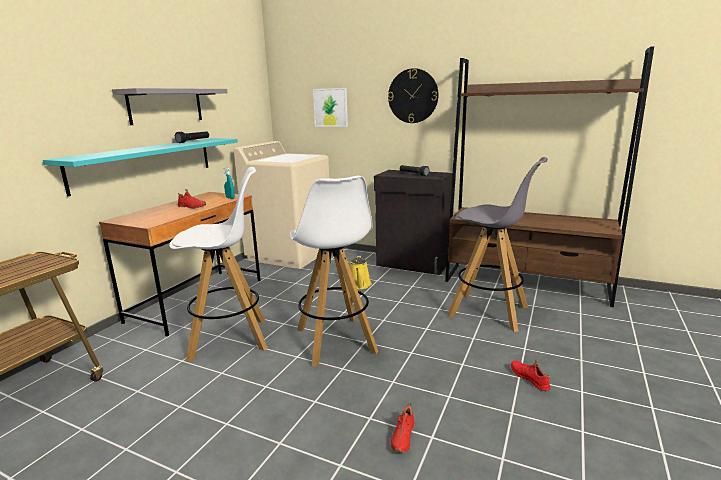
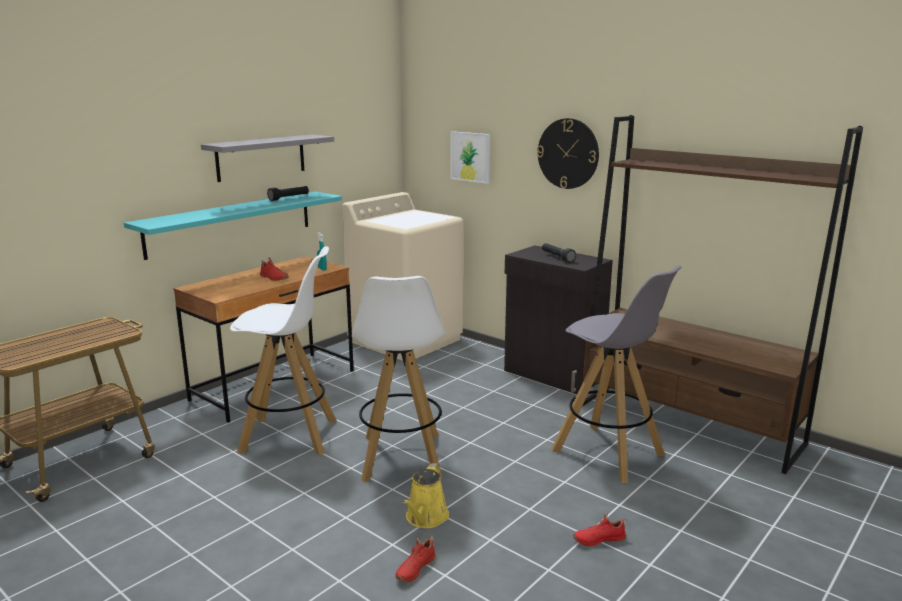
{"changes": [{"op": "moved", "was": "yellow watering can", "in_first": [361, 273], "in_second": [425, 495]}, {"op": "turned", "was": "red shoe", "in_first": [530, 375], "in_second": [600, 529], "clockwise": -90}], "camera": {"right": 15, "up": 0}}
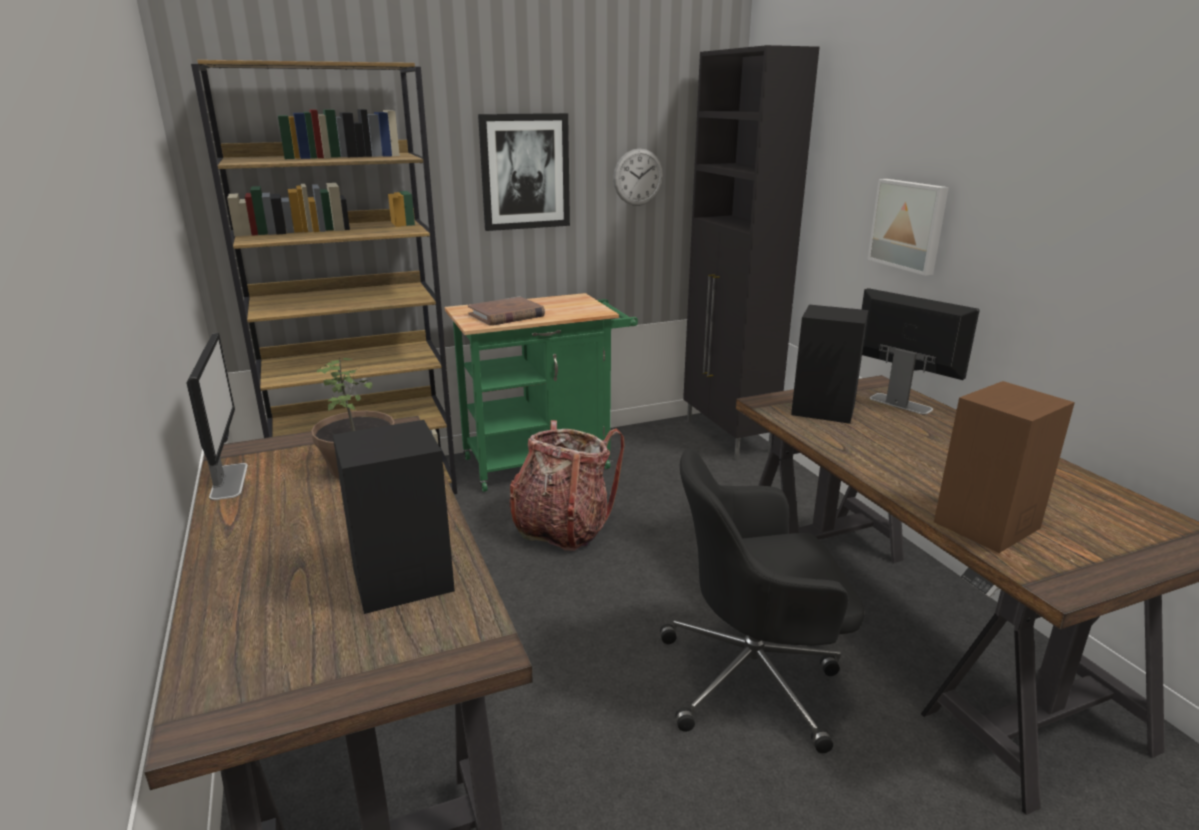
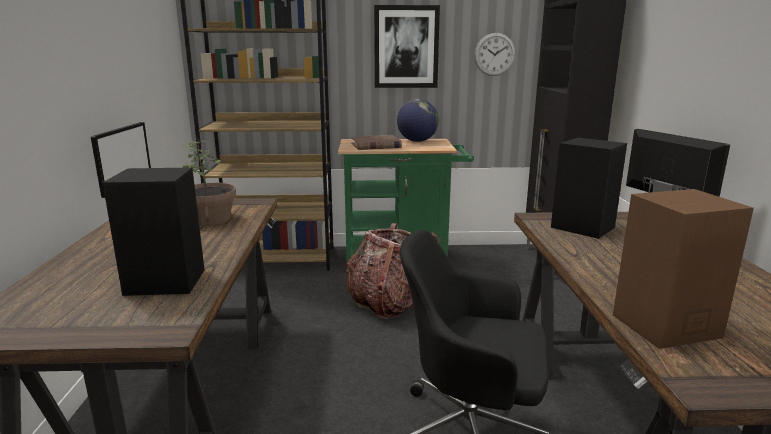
{"changes": [{"op": "removed", "was": "picture", "in_first": [908, 227]}, {"op": "added", "now": "globe", "in_second": [418, 120]}], "camera": {"right": 20, "up": -5}}
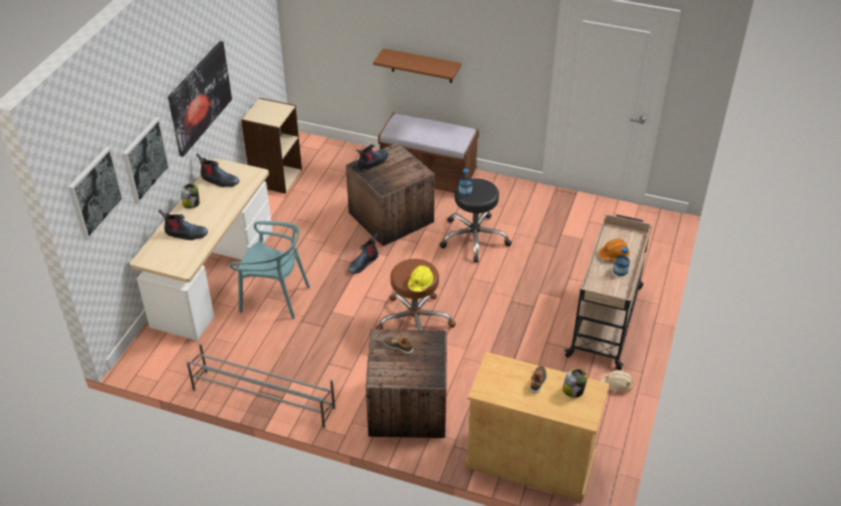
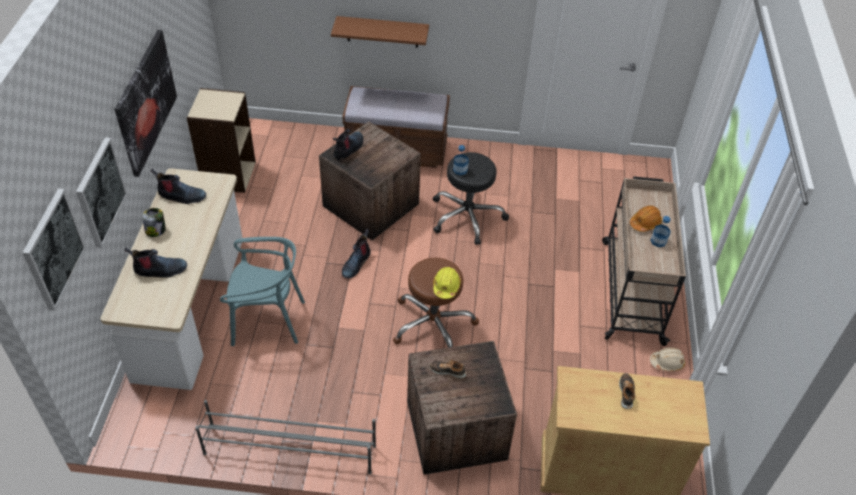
{"changes": [{"op": "removed", "was": "jar", "in_first": [575, 383]}], "camera": {"right": -15, "up": 5}}
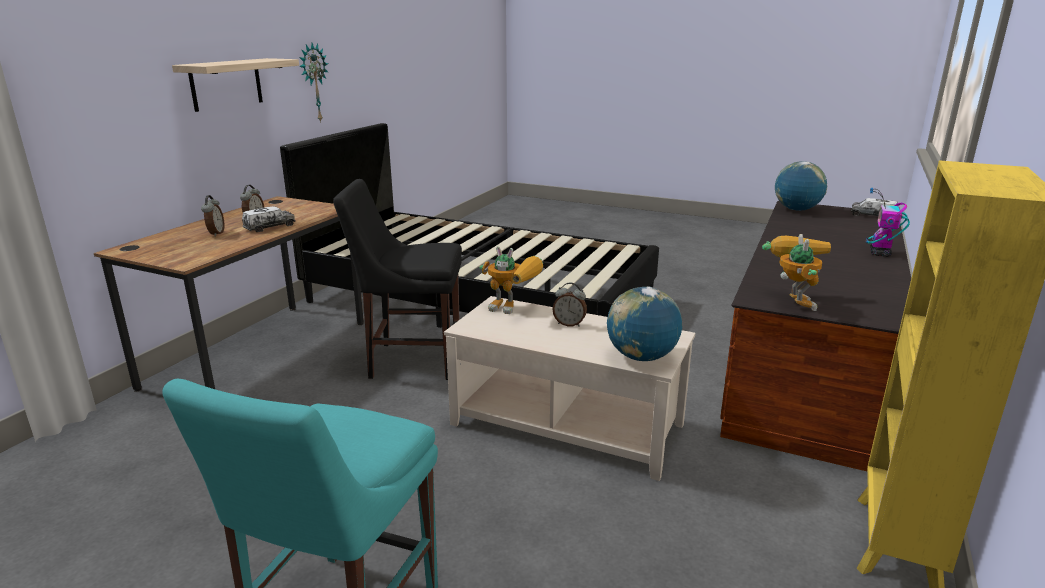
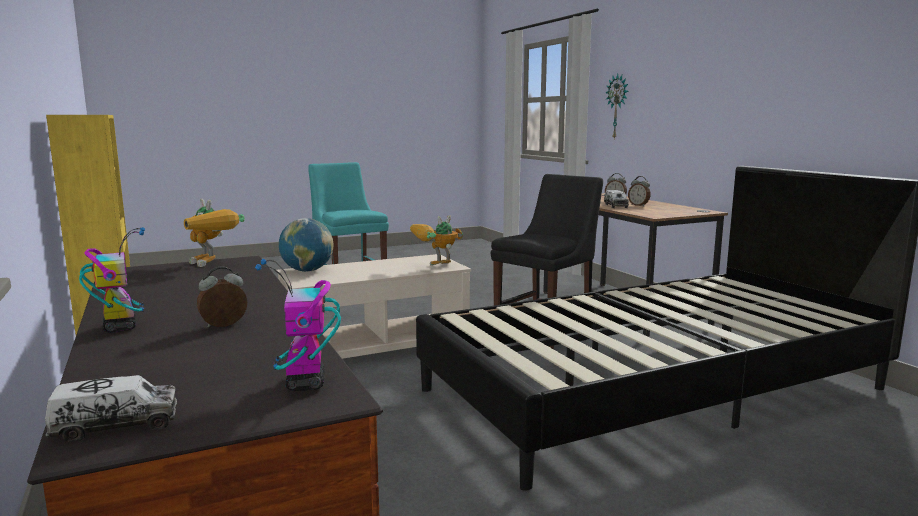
{"changes": [{"op": "removed", "was": "shelf", "in_first": [235, 85]}, {"op": "moved", "was": "wall clock", "in_first": [313, 83], "in_second": [616, 106]}, {"op": "moved", "was": "alarm clock", "in_first": [569, 305], "in_second": [222, 296]}, {"op": "replaced", "was": "globe", "now": "toy robot", "in_first": [801, 186], "in_second": [298, 325]}], "camera": {"right": 130, "up": -10}}
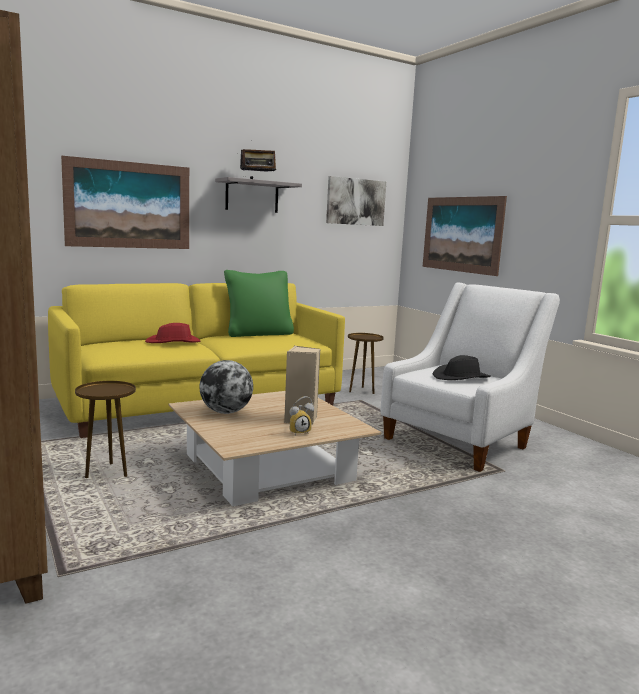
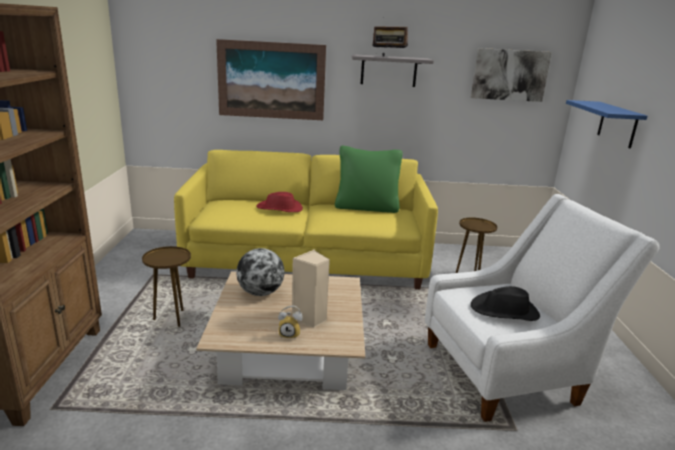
{"changes": [{"op": "replaced", "was": "picture", "now": "blue shelf", "in_first": [465, 236], "in_second": [607, 124]}], "camera": {"right": 30, "up": 10}}
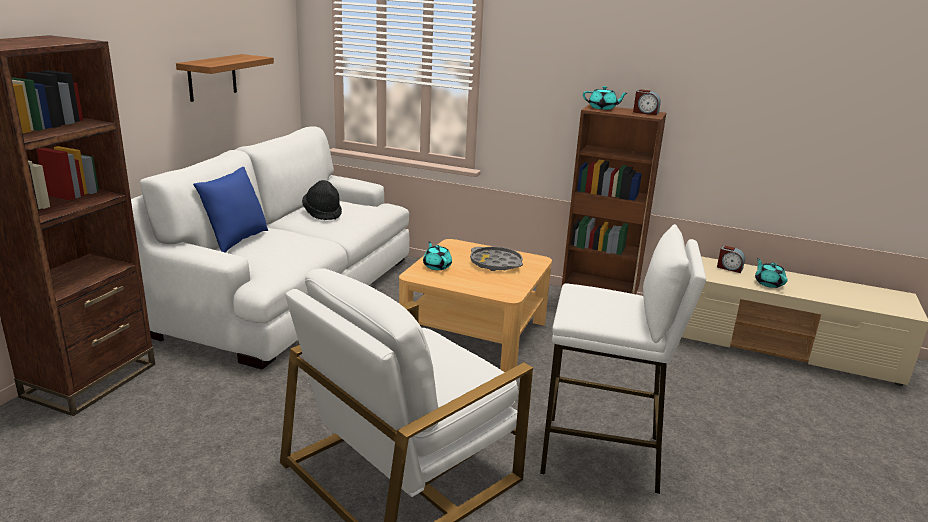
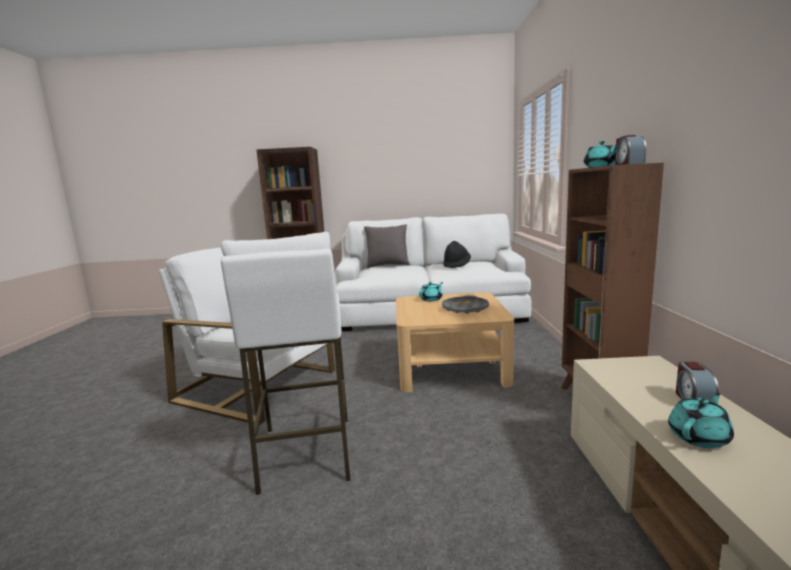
{"changes": [{"op": "removed", "was": "shelf", "in_first": [225, 78]}, {"op": "recoloured", "was": "blue pillow", "now": "grey pillow", "in_first": [230, 210], "in_second": [387, 246]}], "camera": {"right": 70, "up": -10}}
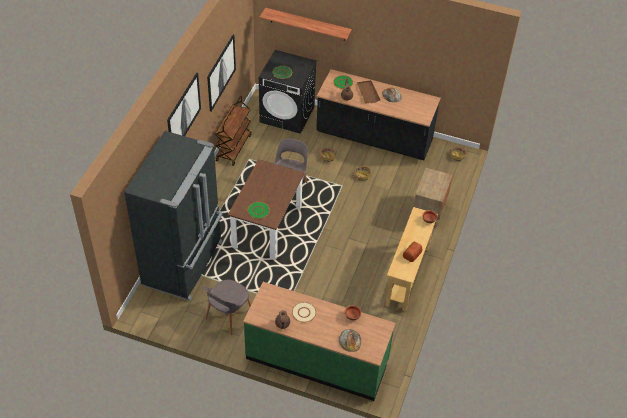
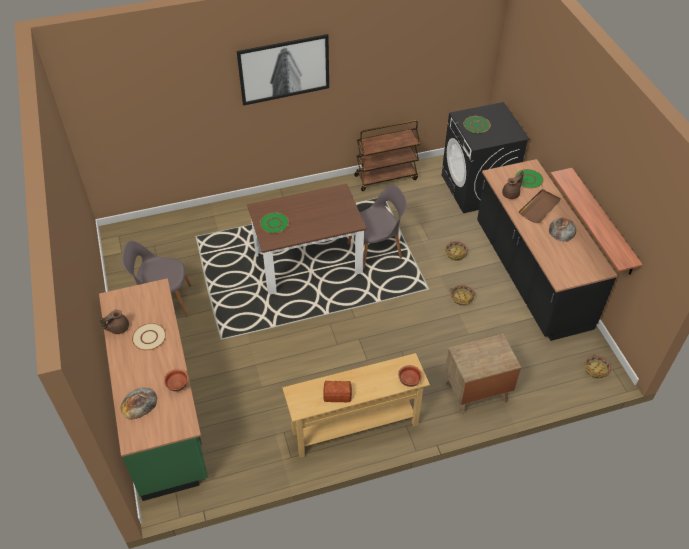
{"changes": [{"op": "removed", "was": "black fridge", "in_first": [173, 216]}, {"op": "removed", "was": "picture", "in_first": [221, 73]}, {"op": "moved", "was": "shelf", "in_first": [305, 24], "in_second": [596, 221]}], "camera": {"right": 55, "up": 0}}
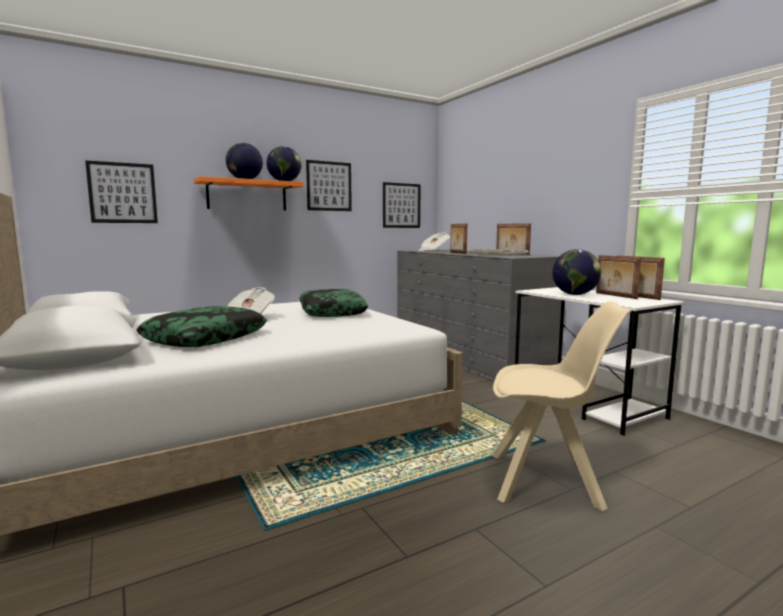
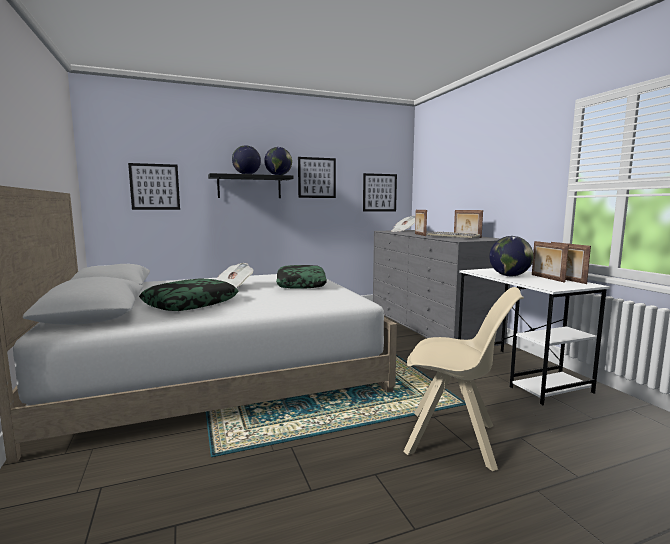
{"changes": [{"op": "recoloured", "was": "orange shelf", "now": "black shelf", "in_first": [249, 193], "in_second": [251, 185]}], "camera": {"right": 10, "up": 0}}
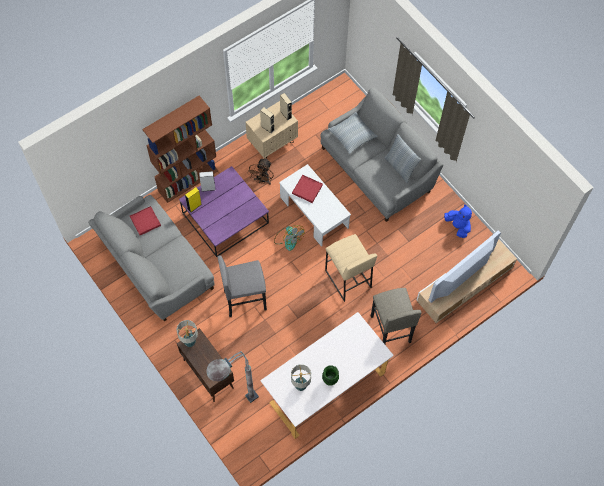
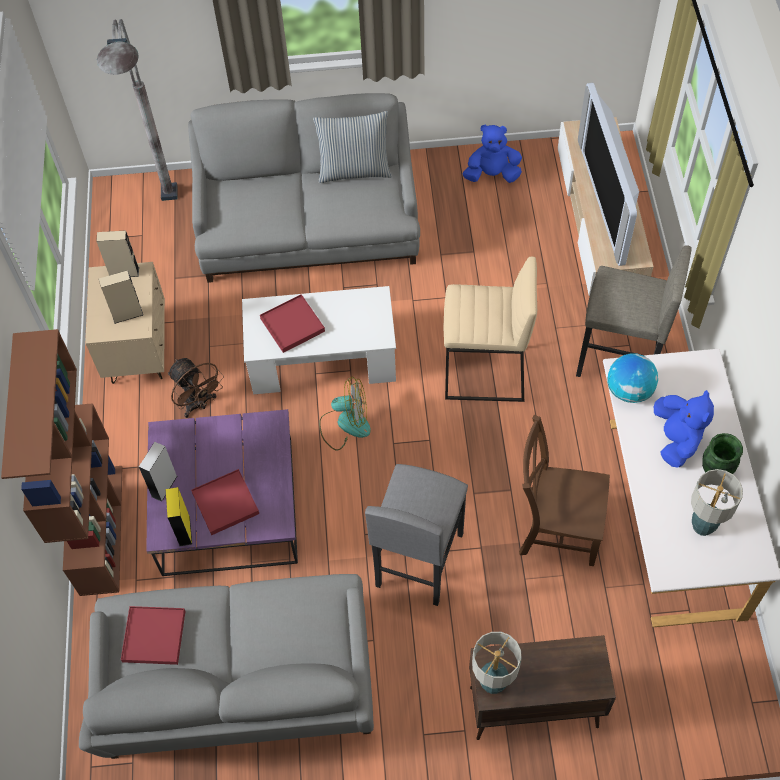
{"changes": [{"op": "moved", "was": "grey floor lamp", "in_first": [232, 377], "in_second": [137, 110]}, {"op": "removed", "was": "pillow", "in_first": [353, 133]}, {"op": "added", "now": "red tray", "in_second": [225, 502]}, {"op": "added", "now": "brown chair", "in_second": [564, 490]}, {"op": "added", "now": "globe", "in_second": [632, 378]}, {"op": "added", "now": "blue plush toy", "in_second": [684, 429]}], "camera": {"right": -55, "up": -5}}
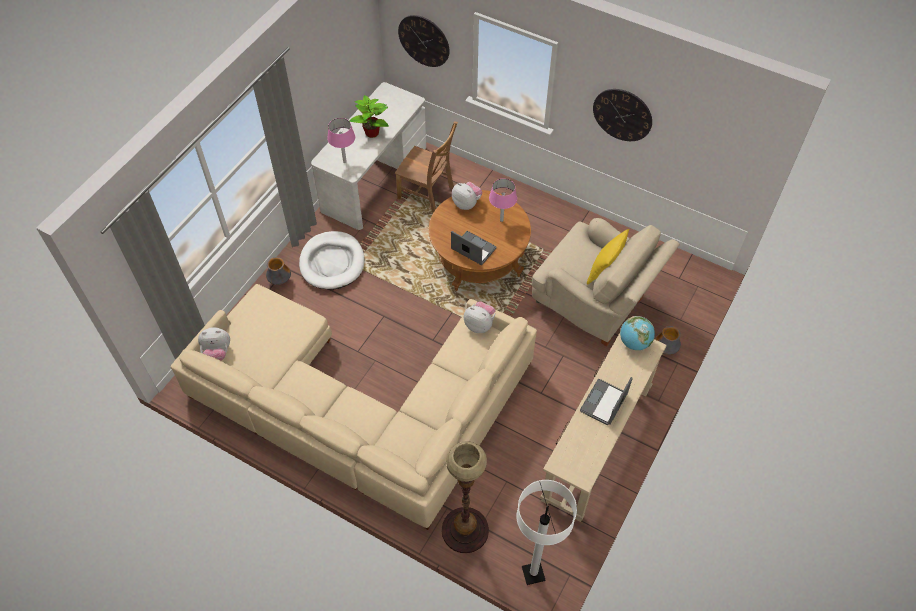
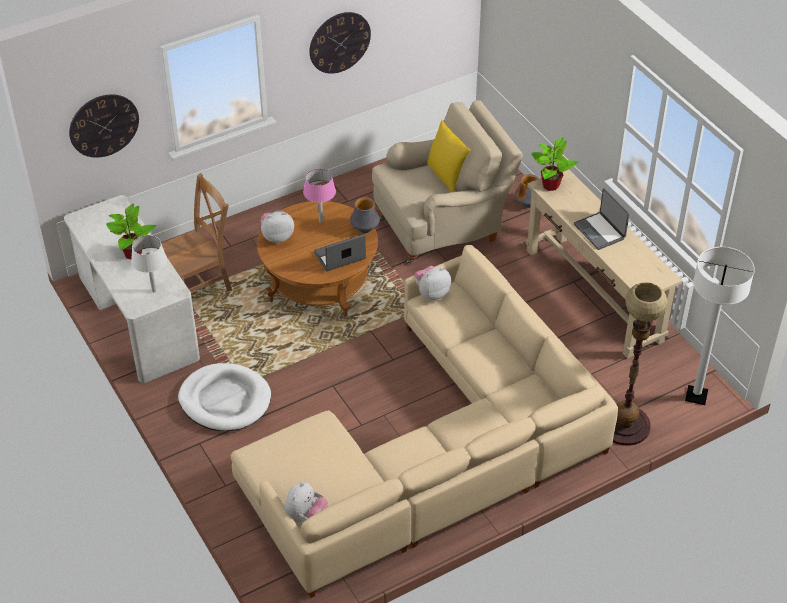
{"changes": [{"op": "moved", "was": "vase", "in_first": [278, 271], "in_second": [365, 215]}, {"op": "recoloured", "was": "pink table lamp", "now": "white table lamp", "in_first": [341, 140], "in_second": [149, 263]}, {"op": "replaced", "was": "globe", "now": "potted plant", "in_first": [637, 333], "in_second": [555, 164]}], "camera": {"right": -60, "up": -10}}
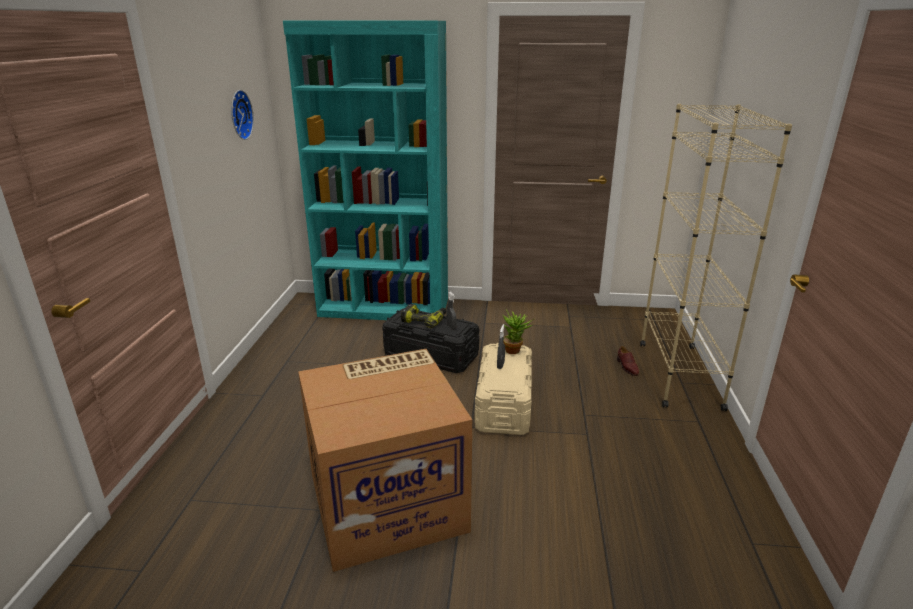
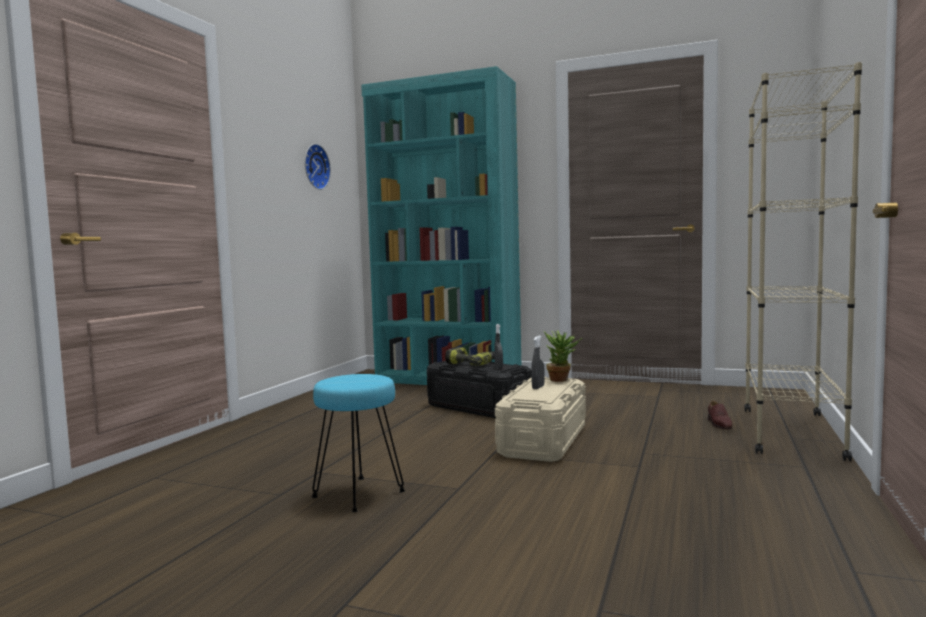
{"changes": [{"op": "replaced", "was": "cardboard box", "now": "turquoise stool", "in_first": [385, 460], "in_second": [358, 443]}], "camera": {"right": 15, "up": -20}}
